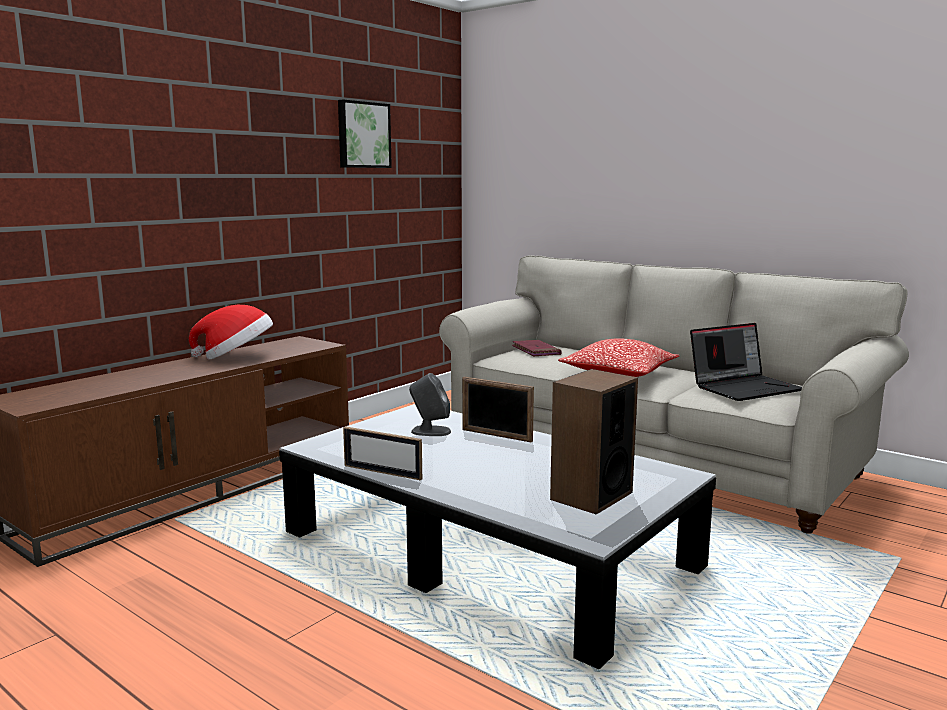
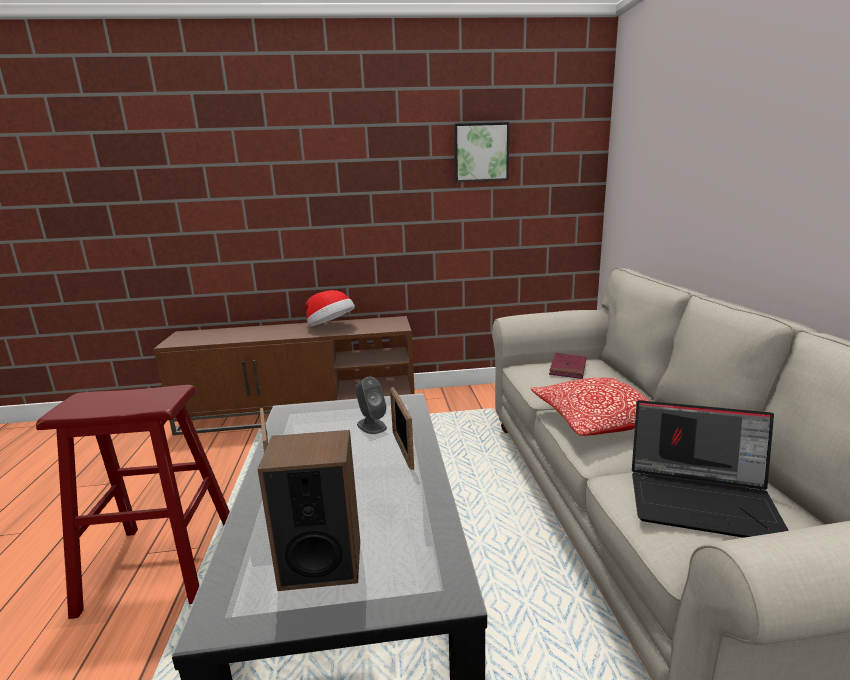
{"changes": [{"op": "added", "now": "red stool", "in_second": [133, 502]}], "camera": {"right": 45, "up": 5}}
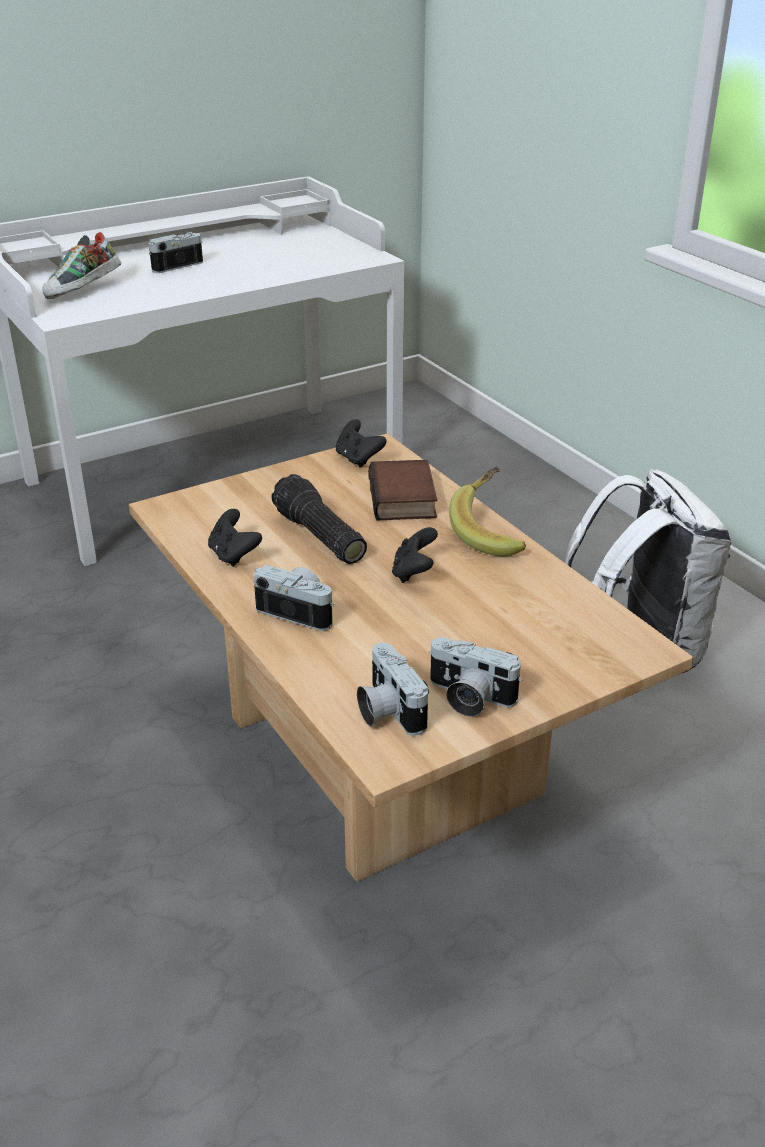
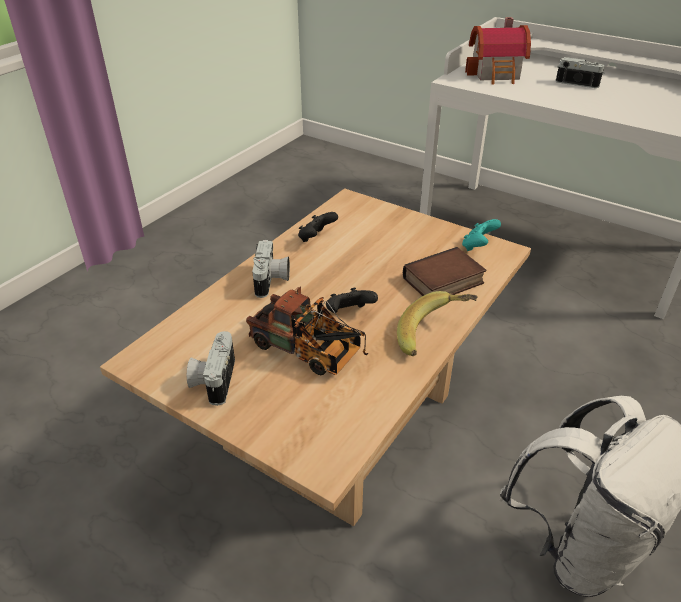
{"changes": [{"op": "replaced", "was": "shoe", "now": "toy house", "in_first": [81, 265], "in_second": [498, 51]}, {"op": "removed", "was": "flashlight", "in_first": [319, 519]}, {"op": "recoloured", "was": "black game controller", "now": "turquoise game controller", "in_first": [361, 443], "in_second": [481, 235]}, {"op": "removed", "was": "photo camera", "in_first": [393, 689]}, {"op": "added", "now": "toy truck", "in_second": [307, 330]}], "camera": {"right": 65, "up": 5}}
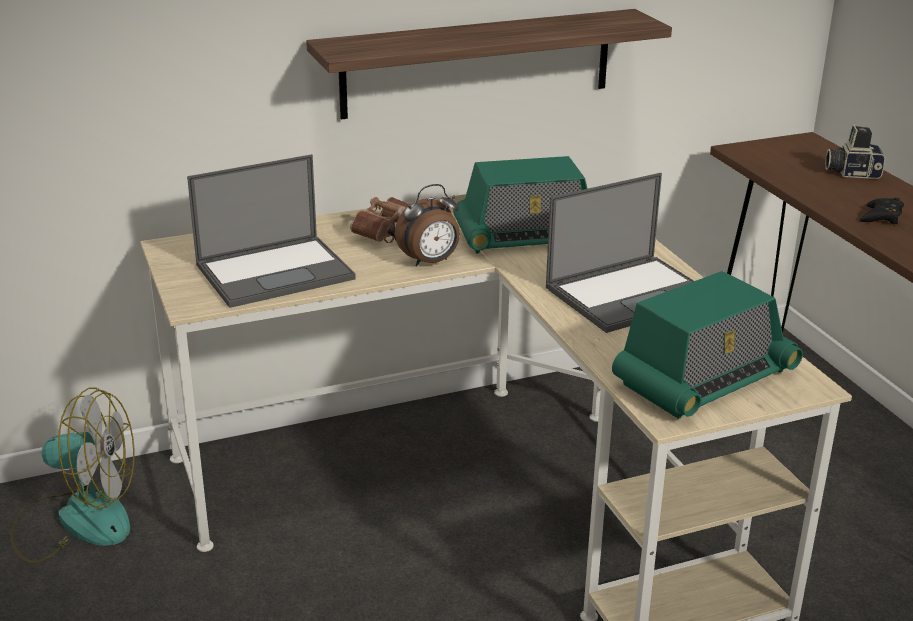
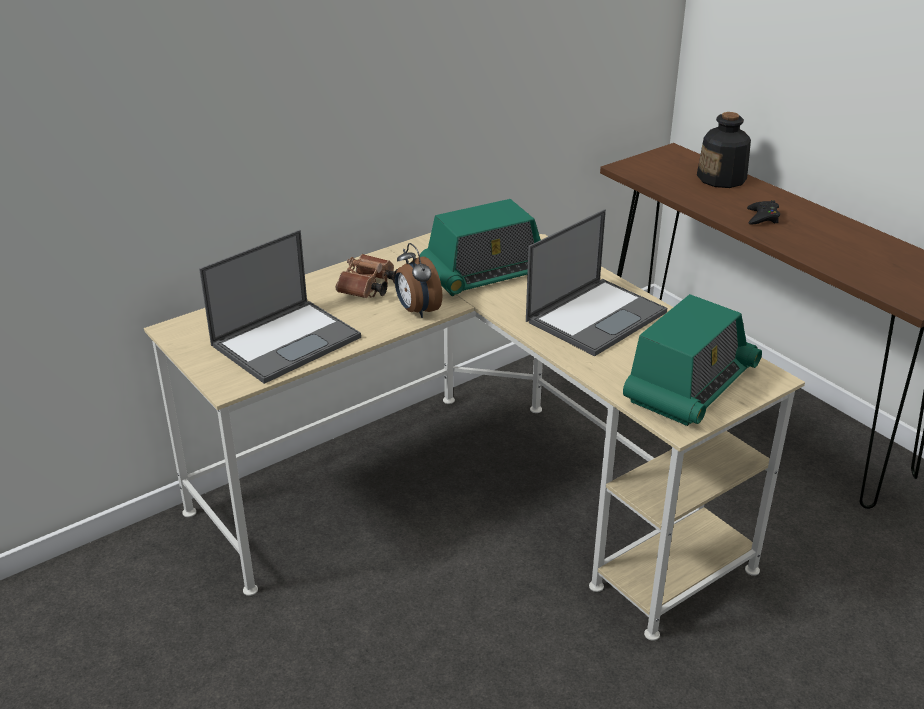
{"changes": [{"op": "removed", "was": "fan", "in_first": [72, 476]}, {"op": "removed", "was": "shelf", "in_first": [489, 64]}, {"op": "turned", "was": "alarm clock", "in_first": [427, 225], "in_second": [419, 280], "clockwise": 105}, {"op": "replaced", "was": "photo camera", "now": "bottle", "in_first": [855, 151], "in_second": [724, 150]}], "camera": {"right": -15, "up": 5}}
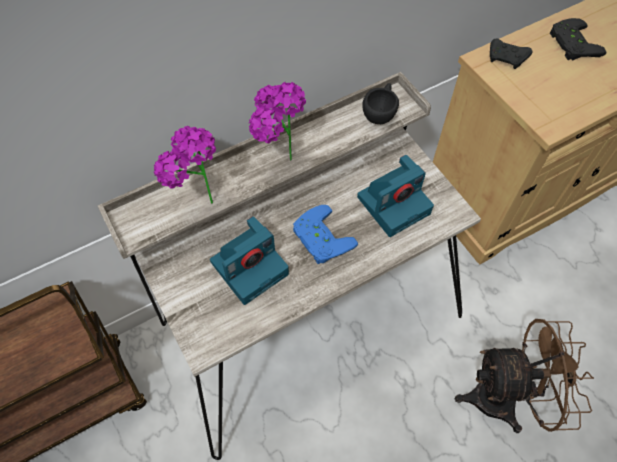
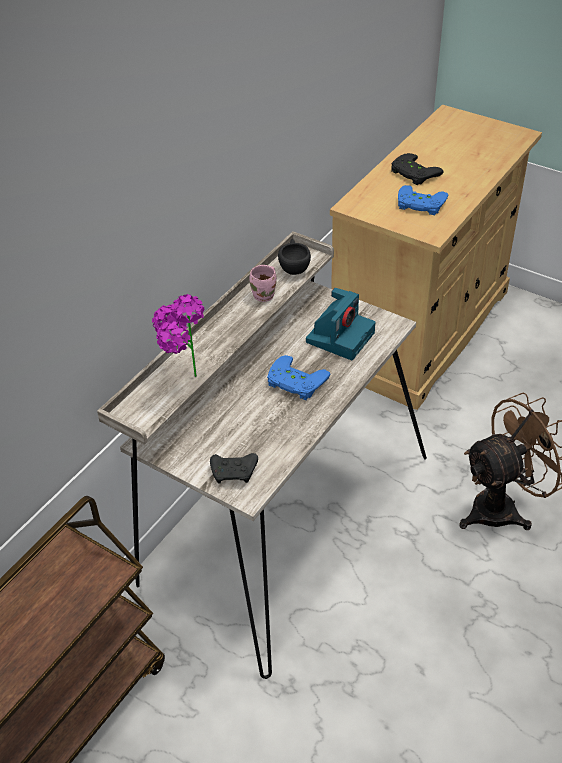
{"changes": [{"op": "removed", "was": "photo camera", "in_first": [249, 260]}, {"op": "removed", "was": "potted plant", "in_first": [277, 121]}, {"op": "moved", "was": "black game controller", "in_first": [511, 54], "in_second": [234, 468]}, {"op": "added", "now": "pink mug", "in_second": [263, 283]}, {"op": "added", "now": "blue game controller", "in_second": [423, 200]}], "camera": {"right": -25, "up": -15}}
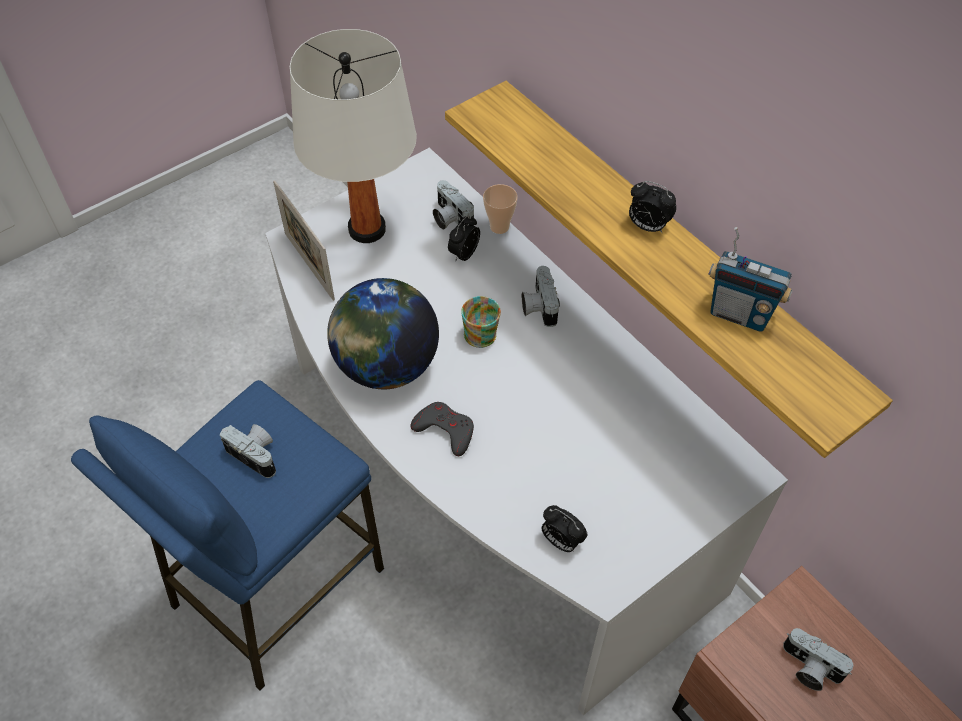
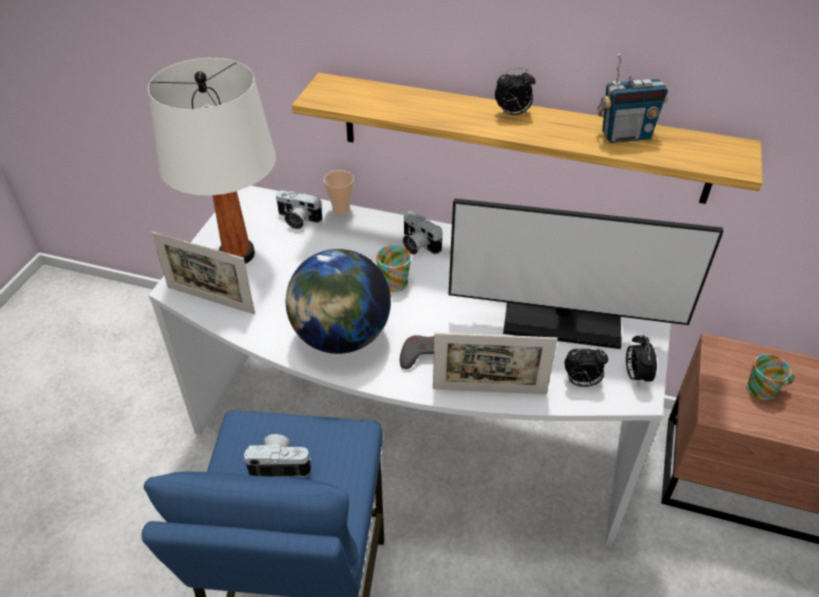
{"changes": [{"op": "moved", "was": "alarm clock", "in_first": [464, 238], "in_second": [641, 361]}, {"op": "replaced", "was": "photo camera", "now": "mug", "in_first": [818, 659], "in_second": [770, 377]}, {"op": "added", "now": "picture frame", "in_second": [495, 363]}, {"op": "added", "now": "monitor", "in_second": [586, 273]}], "camera": {"right": -35, "up": -10}}
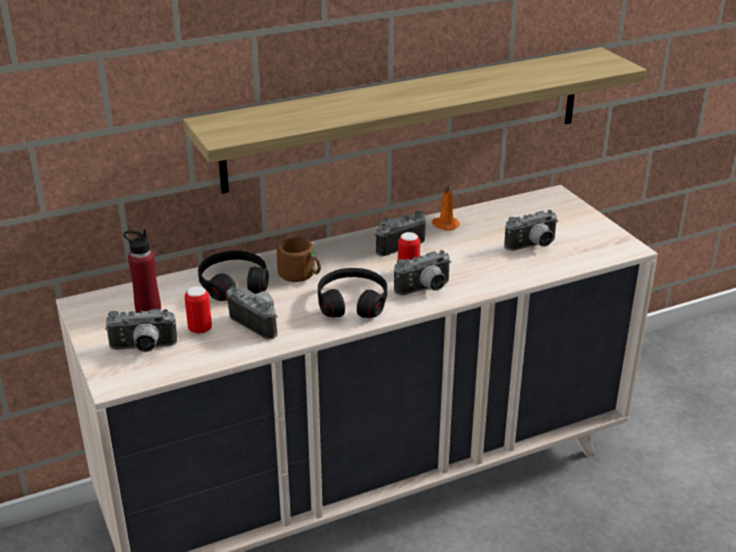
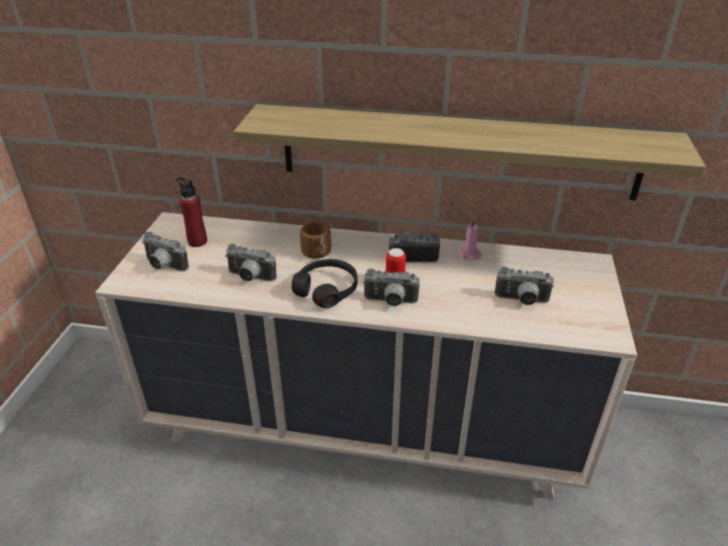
{"changes": [{"op": "removed", "was": "can", "in_first": [198, 310]}, {"op": "removed", "was": "black headphones", "in_first": [233, 276]}, {"op": "turned", "was": "photo camera", "in_first": [252, 312], "in_second": [251, 262], "clockwise": 120}, {"op": "recoloured", "was": "orange candle", "now": "pink candle", "in_first": [446, 206], "in_second": [470, 239]}], "camera": {"right": 35, "up": 5}}
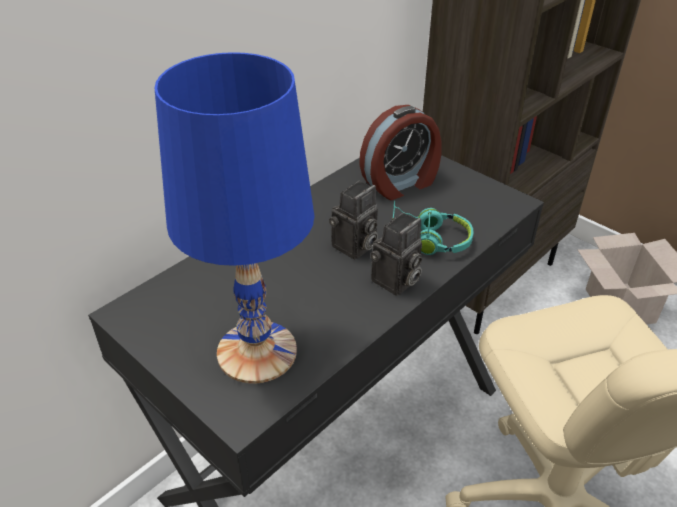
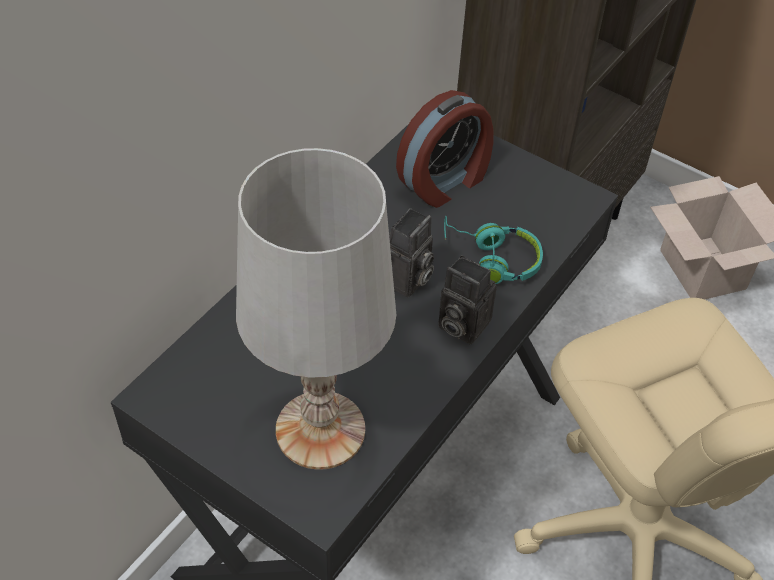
{"changes": [{"op": "recoloured", "was": "blue table lamp", "now": "white table lamp", "in_first": [234, 218], "in_second": [316, 309]}, {"op": "turned", "was": "photo camera", "in_first": [396, 254], "in_second": [467, 300], "clockwise": 90}], "camera": {"right": -10, "up": 10}}
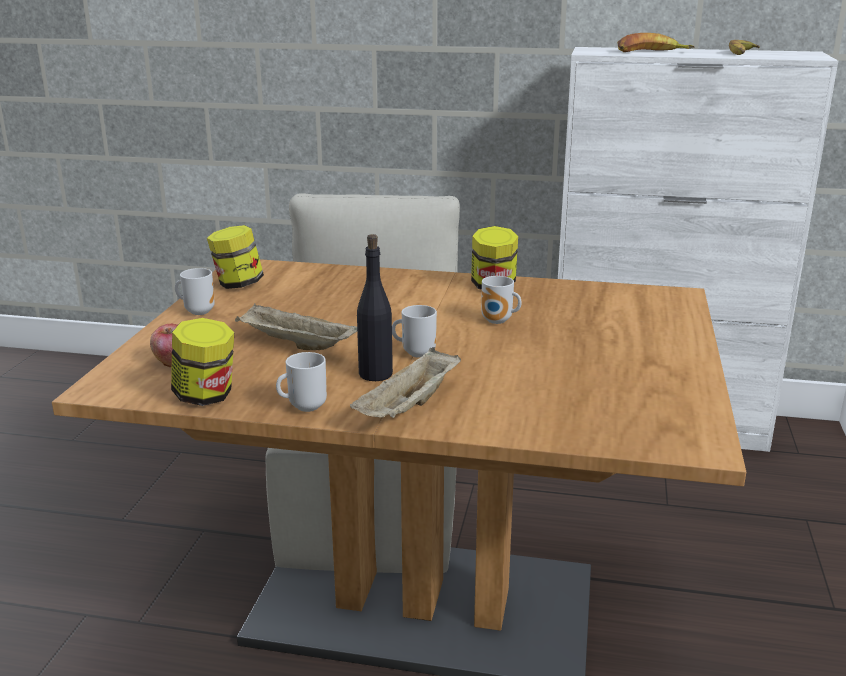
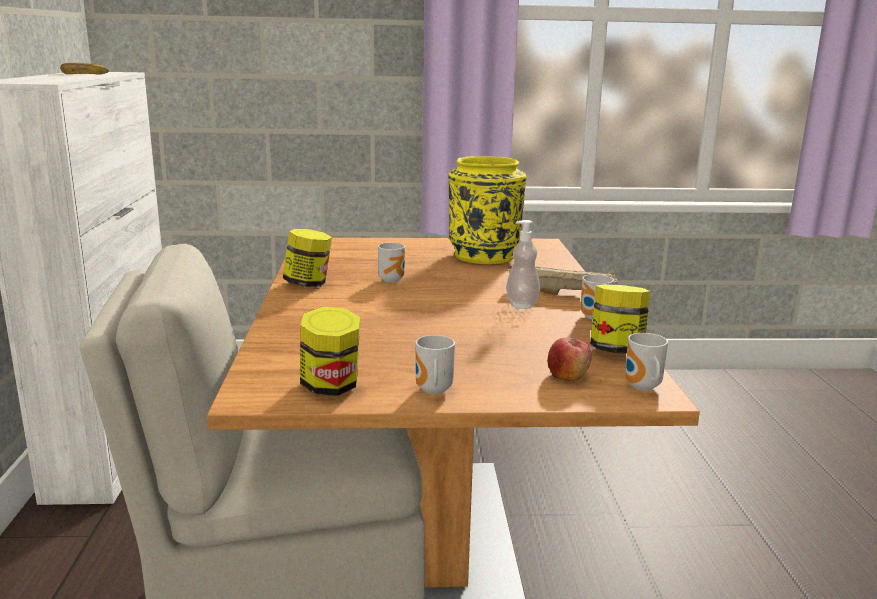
{"changes": [{"op": "removed", "was": "beige tray", "in_first": [296, 326]}, {"op": "replaced", "was": "black bottle", "now": "soap dispenser", "in_first": [375, 307], "in_second": [523, 264]}, {"op": "moved", "was": "mug", "in_first": [414, 331], "in_second": [646, 362]}, {"op": "removed", "was": "banana", "in_first": [656, 42]}, {"op": "added", "now": "yellow vase", "in_second": [487, 210]}], "camera": {"right": -105, "up": -5}}
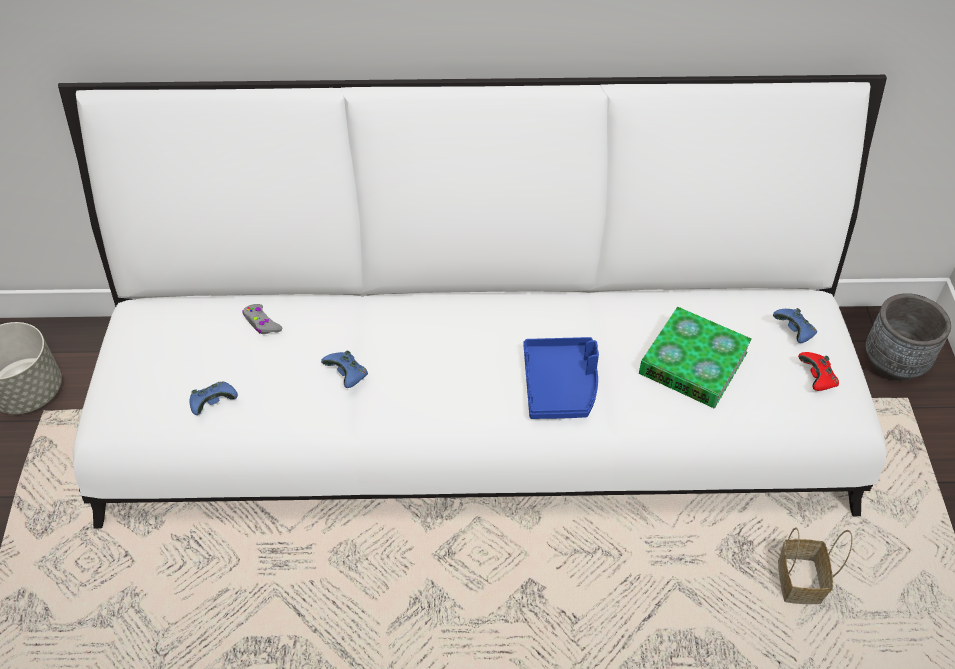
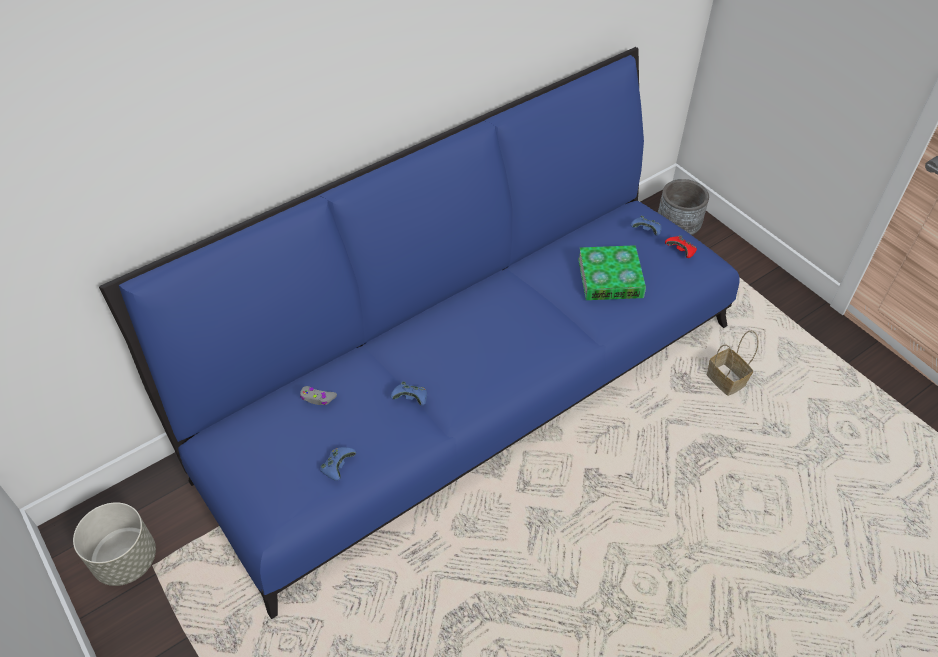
{"changes": [{"op": "recoloured", "was": "white sofa", "now": "blue sofa", "in_first": [472, 302], "in_second": [419, 333]}, {"op": "removed", "was": "blue tray", "in_first": [561, 378]}], "camera": {"right": -35, "up": 0}}
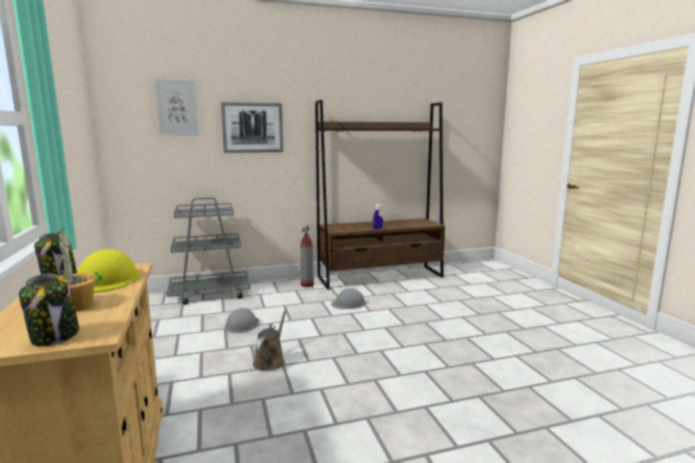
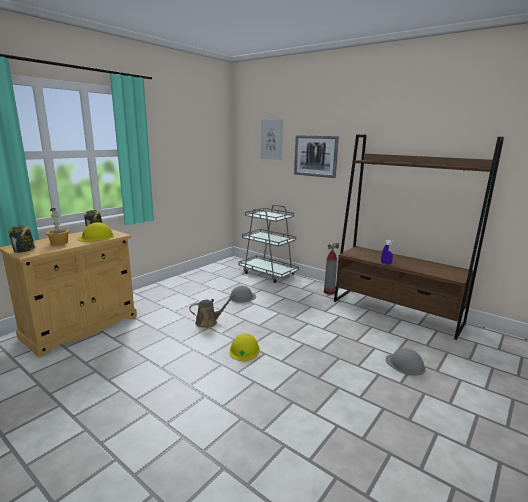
{"changes": [{"op": "moved", "was": "grey hard hat", "in_first": [348, 298], "in_second": [406, 362]}, {"op": "added", "now": "yellow hard hat", "in_second": [245, 347]}], "camera": {"right": 55, "up": 5}}
